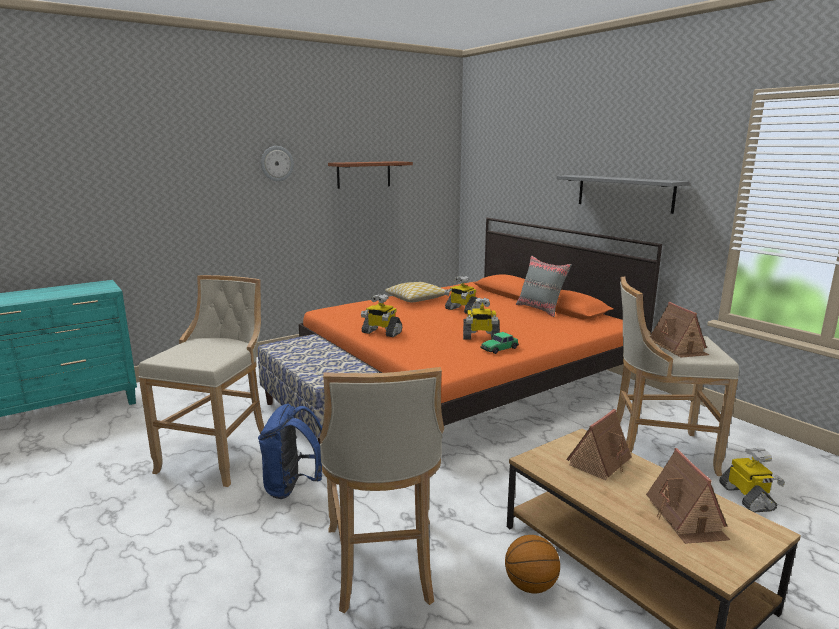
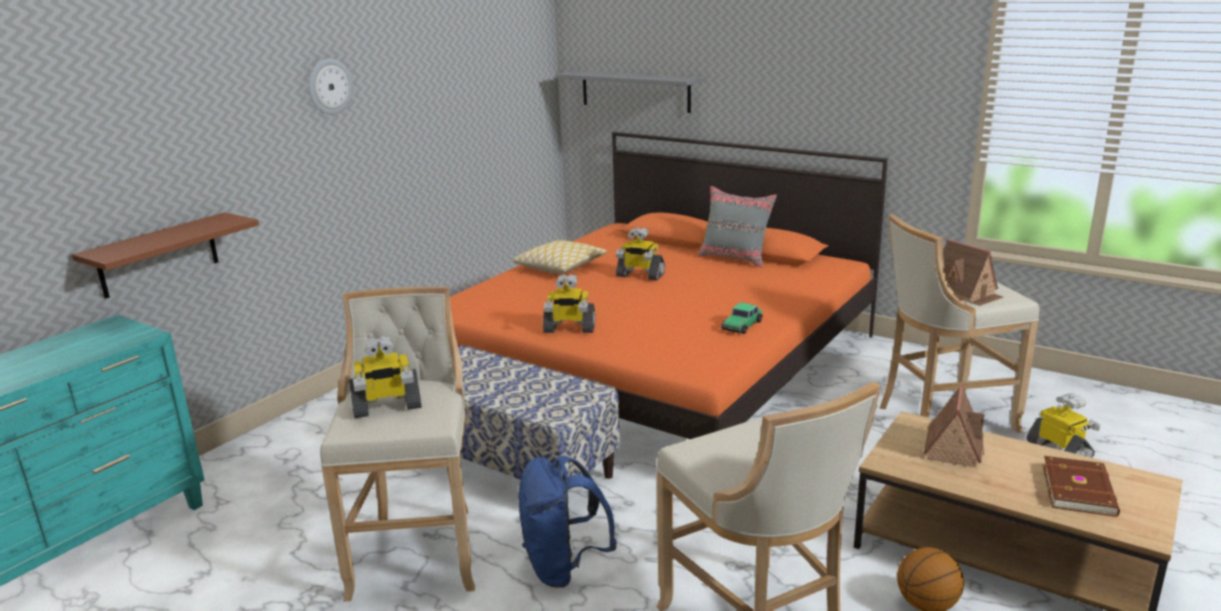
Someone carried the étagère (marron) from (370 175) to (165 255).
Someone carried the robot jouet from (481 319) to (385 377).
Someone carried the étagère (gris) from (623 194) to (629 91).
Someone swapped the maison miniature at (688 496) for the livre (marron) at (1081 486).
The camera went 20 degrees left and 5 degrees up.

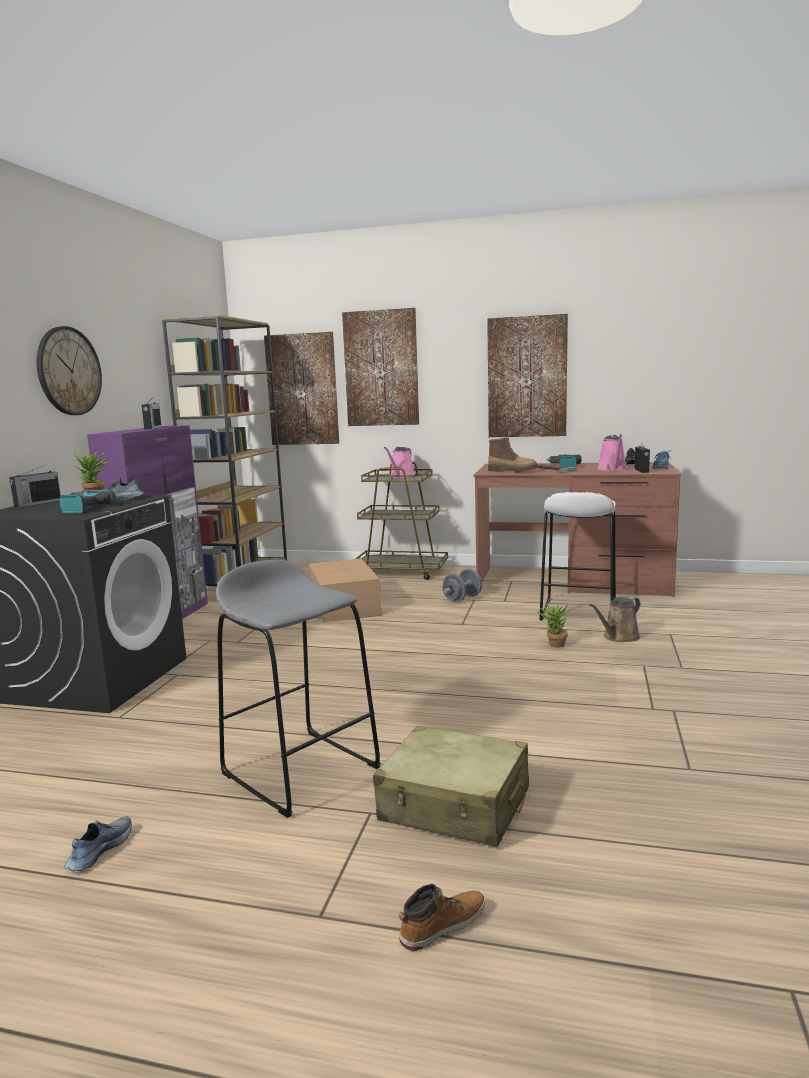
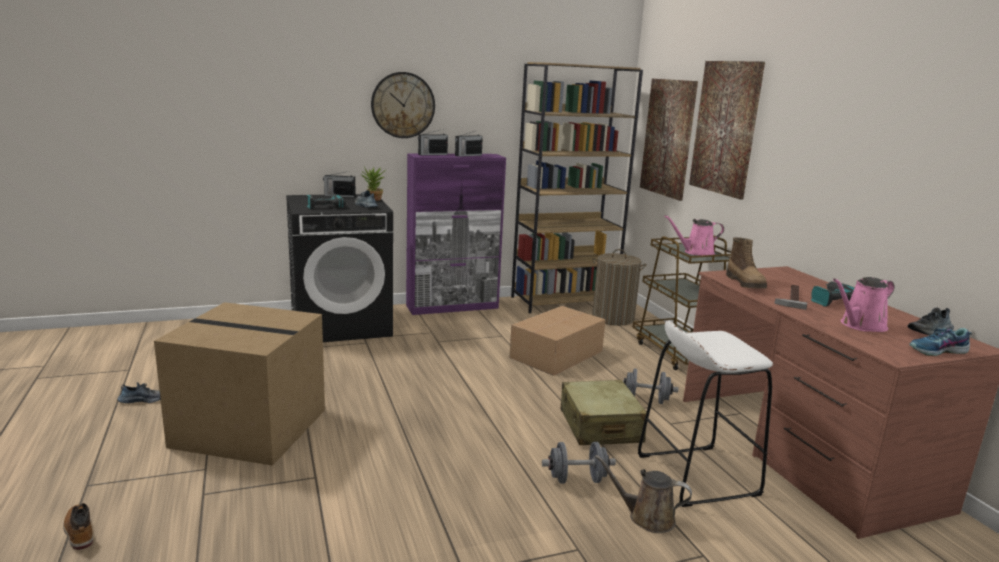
Someone swapped the tabouret (gris) at (298 689) for the carton at (239 384).
Someone carried the valise (beige) from (451 786) to (604 412).
Someone rotated the botte at (442 917) by 150 degrees counterclockwise.
Someone took away the tableau at (527 375).
Someone swapped the plante en pot at (553 624) for the haltère (gris) at (579 463).
Someone carried the radio from (642 457) to (433 142).
Someone put down the panier à linge at (619 287).
The camera went 55 degrees right and 5 degrees up.

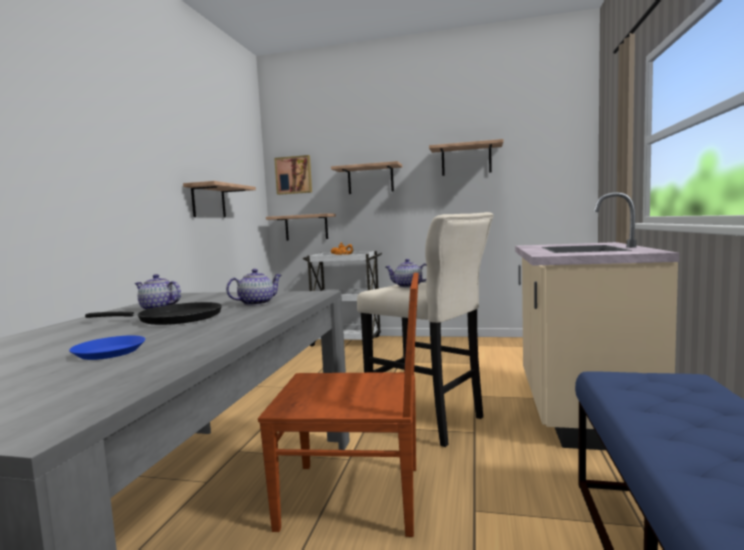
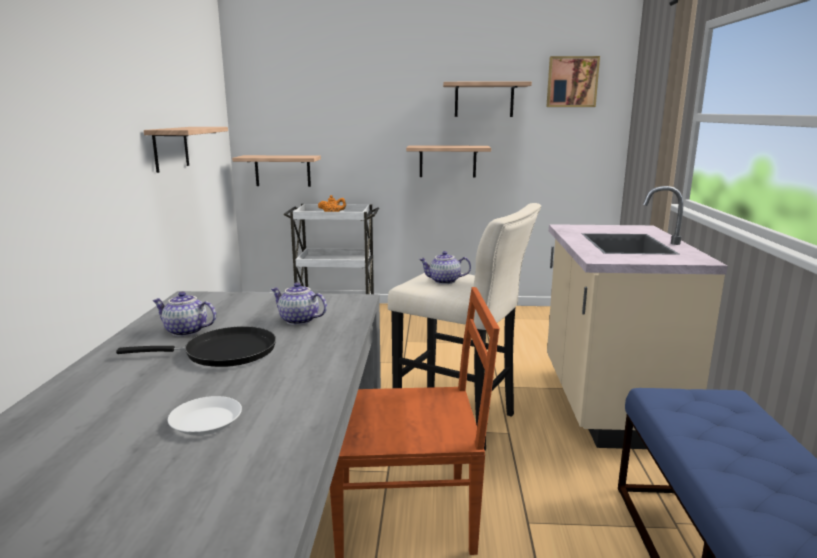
Someone repainted the assiette (bleu) at (107 347), which became the assiette (blanc) at (205 416).
Someone rotated the théière at (253 287) by 105 degrees counterclockwise.
Someone carried the tableau from (293 175) to (573 81).
Someone carried the étagère from (366 177) to (448 161).
The camera went 10 degrees left and 10 degrees up.

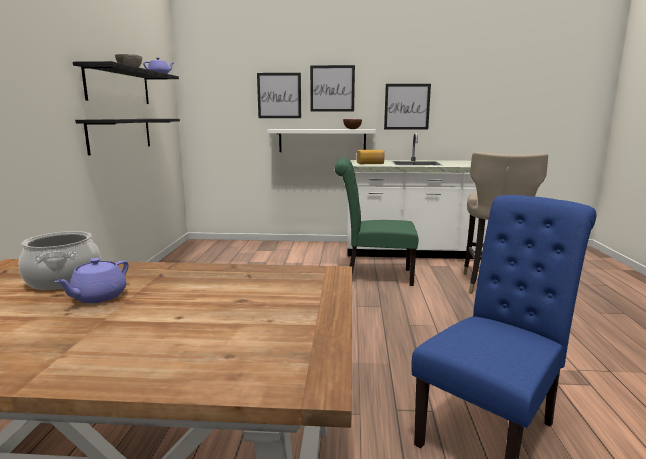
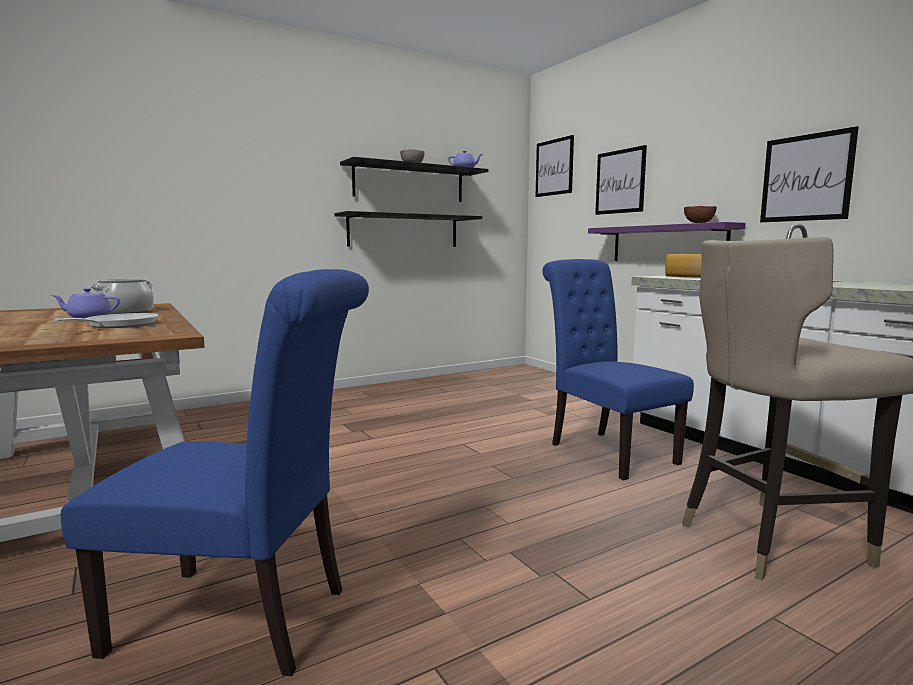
Someone repainted the étagère (blanc) at (321 140), which became the étagère (violet) at (667 241).
Someone carried the tableau from (332 88) to (555 166).
Someone repainted the chaise (vert) at (376 222), which became the chaise (bleu) at (618 369).
Someone put down the poêle at (106 320).
The camera went 55 degrees right and 5 degrees down.

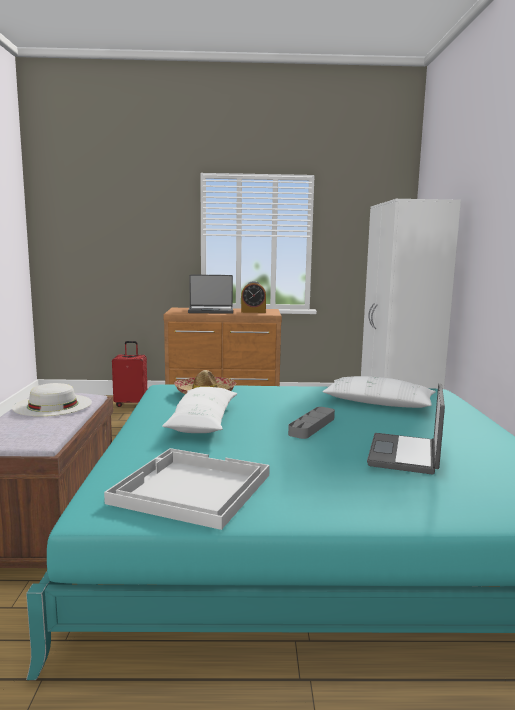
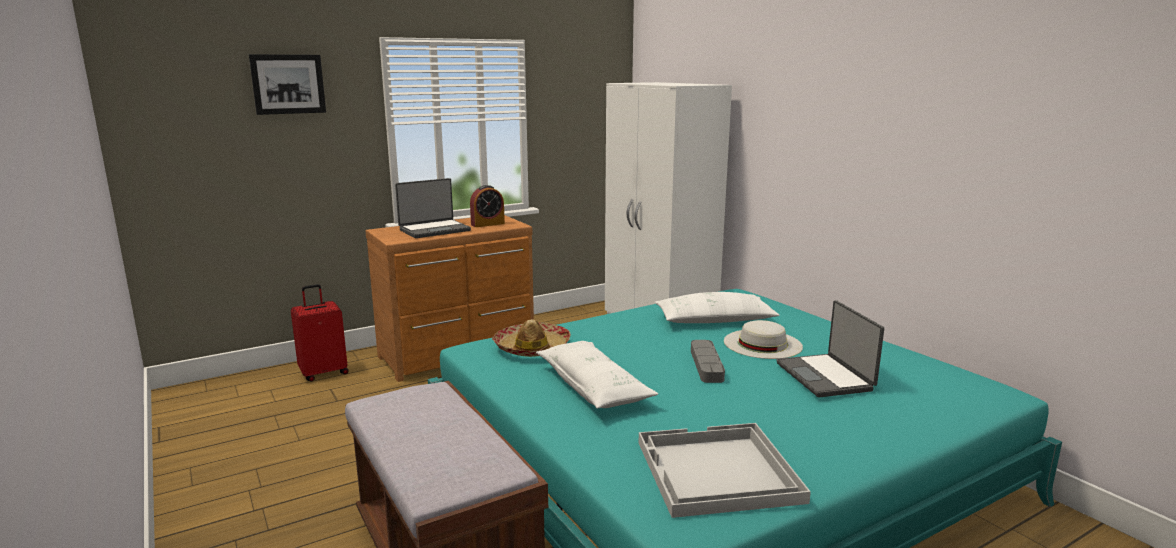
Someone carried the chapeau (blanc) from (52 399) to (763 339).
Someone put up the tableau at (287 84).
The camera went 30 degrees left and 5 degrees up.

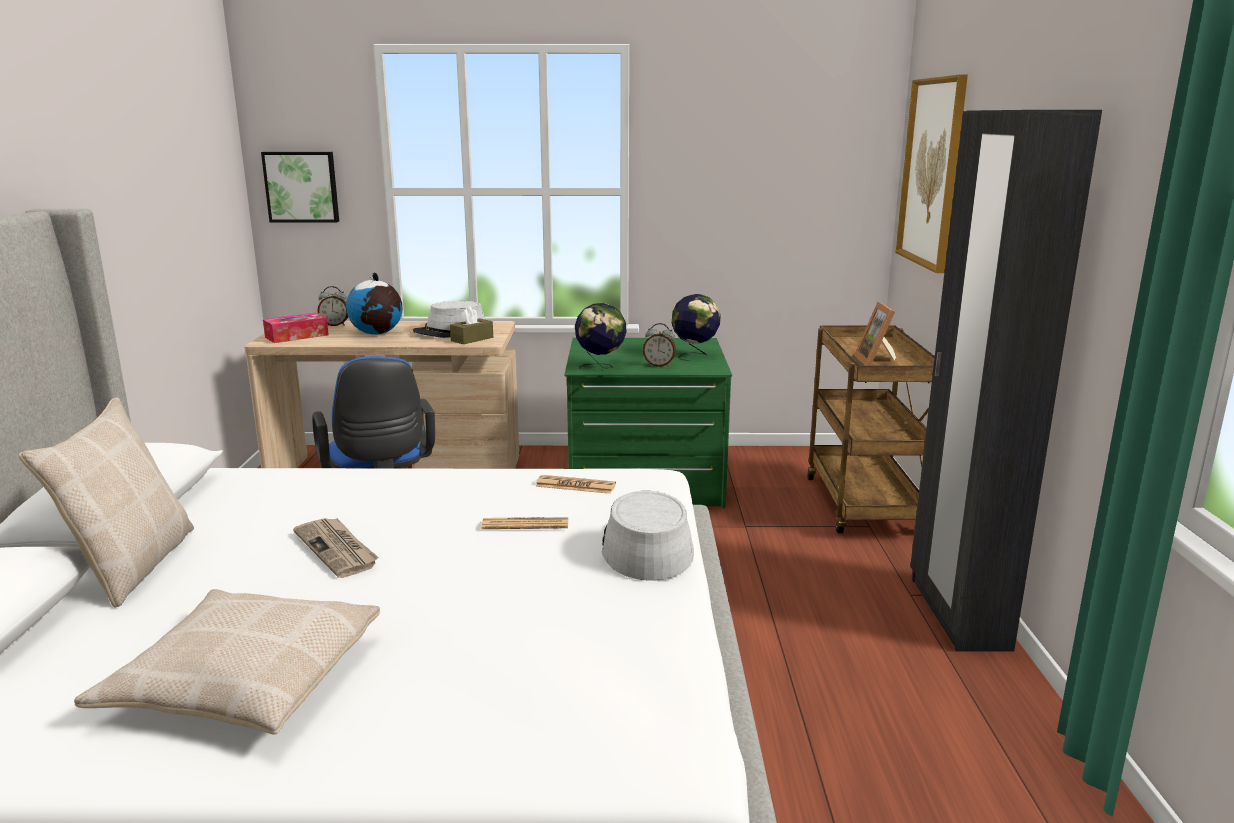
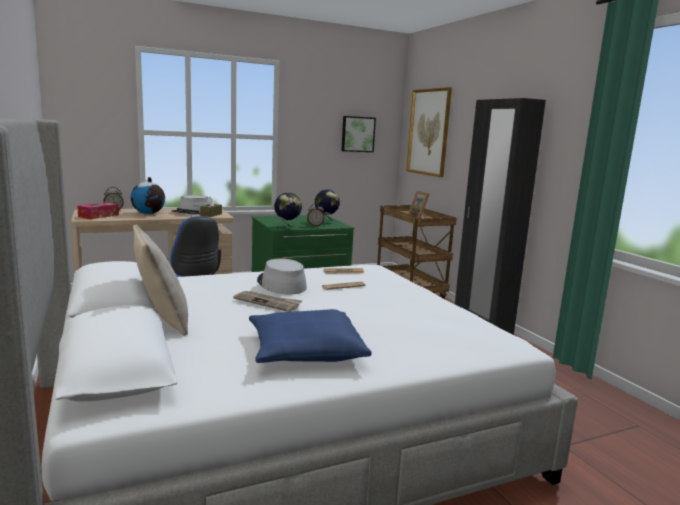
Someone repainted the coussin (beige) at (227 662), which became the coussin (bleu) at (310 336).
Someone carried the tableau from (300 187) to (359 134).
Someone carried the chapeau (gris) from (648 536) to (282 276).
The camera went 25 degrees left and 5 degrees down.

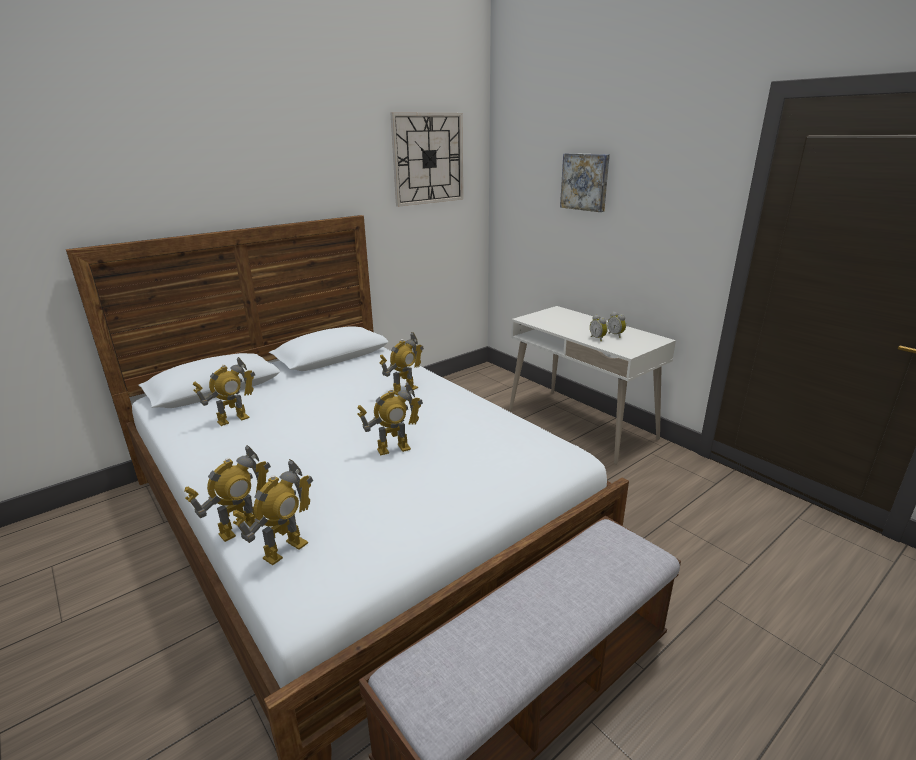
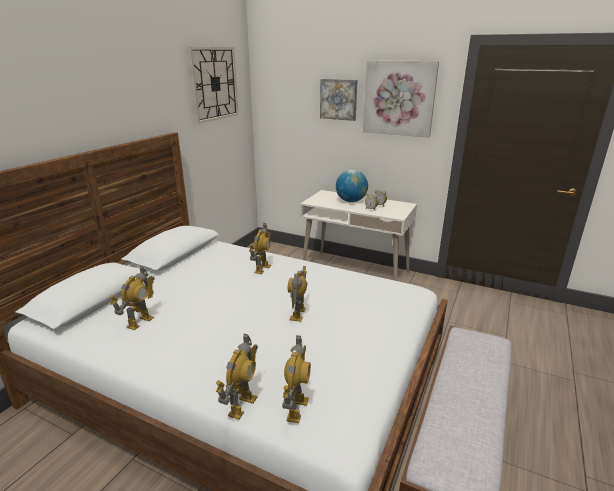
Someone rotated the robot jouet at (390 418) by 150 degrees clockwise.
Someone put down the globe at (352 186).
Someone put up the tableau at (401 98).
The camera went 25 degrees left and 0 degrees up.

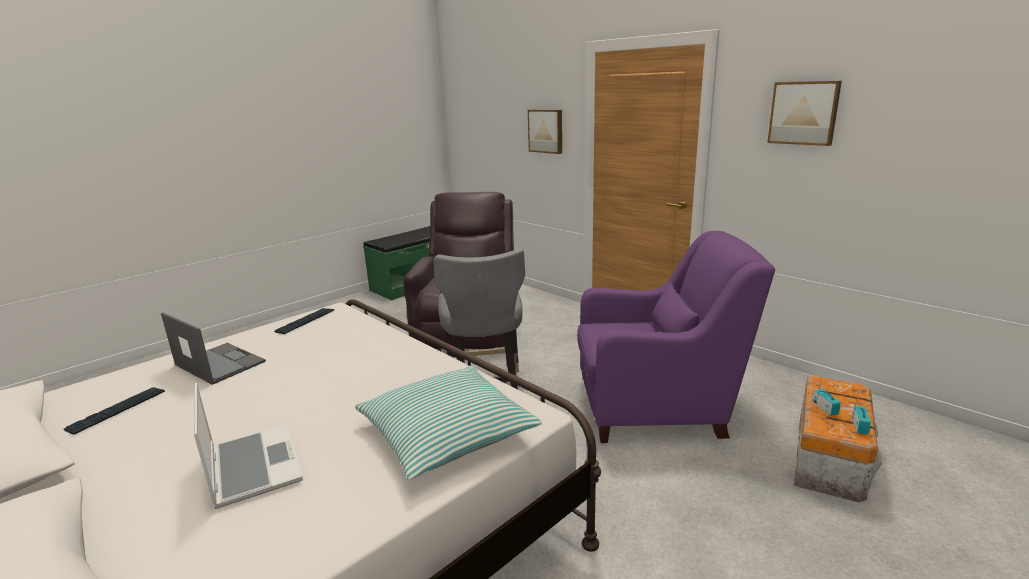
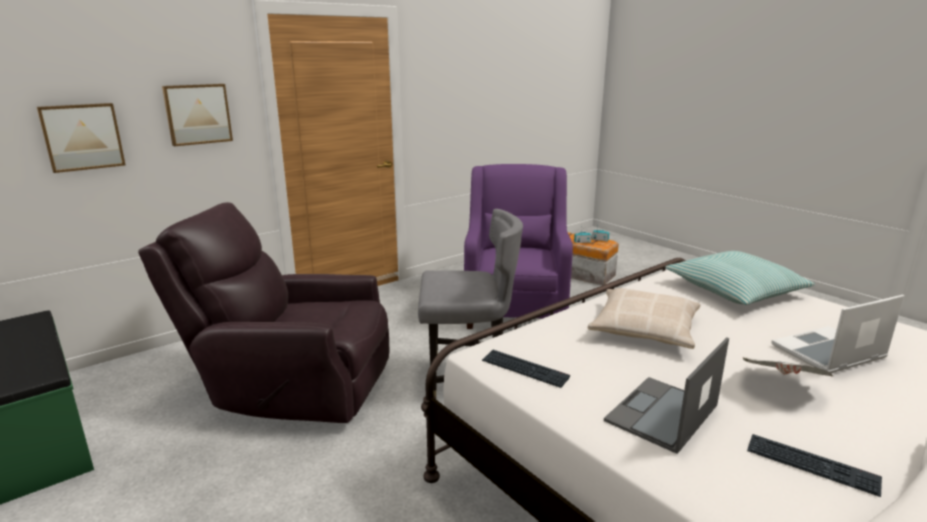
Someone carried the tableau from (804 113) to (81 138).
Someone put down the coussin (beige) at (644 318).
Someone put down the journal at (788 366).
The camera went 85 degrees left and 0 degrees up.

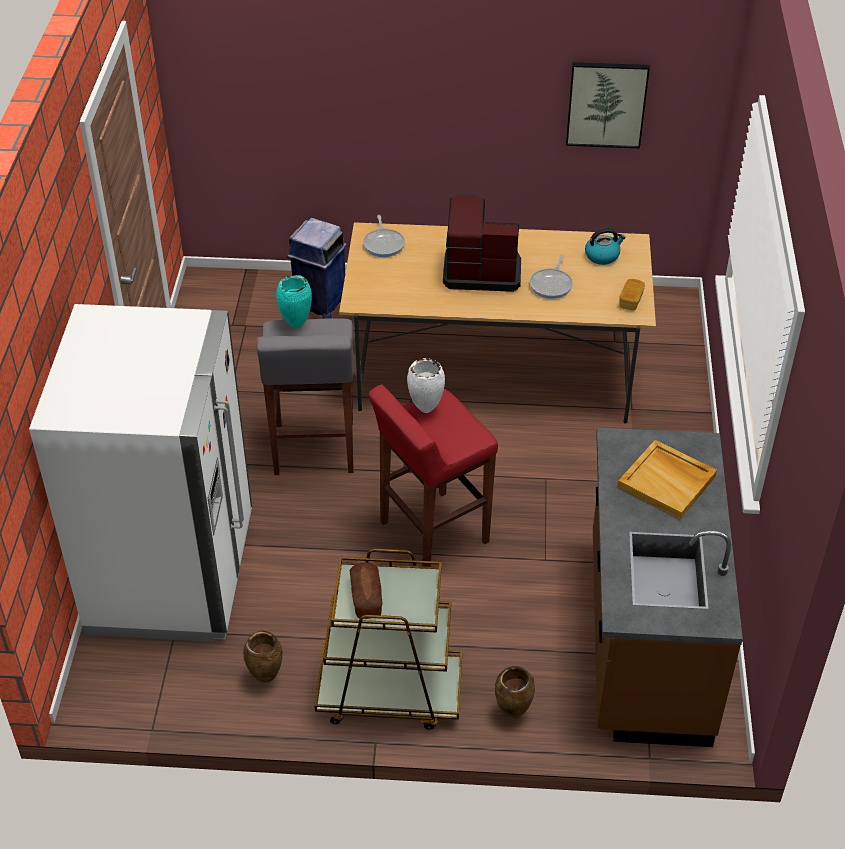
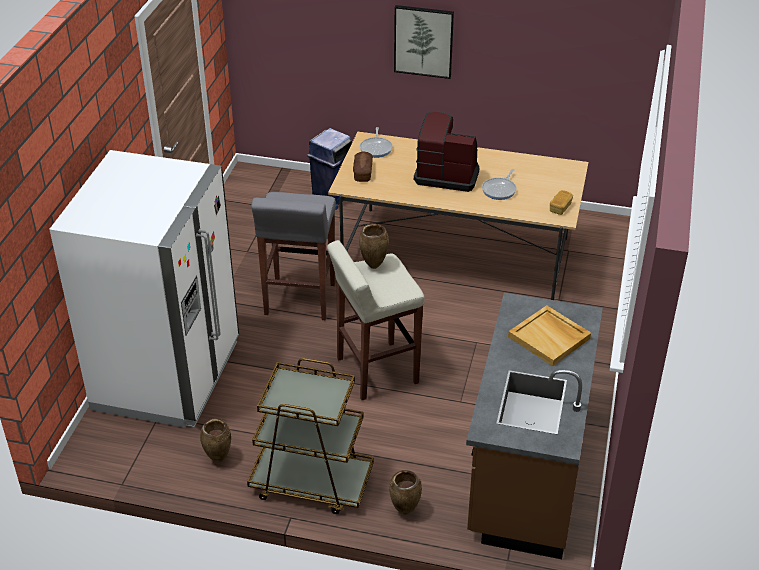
Someone took away the vase (turquoise) at (294 301).
Someone carried the pain from (365 590) to (363 167).
Someone repainted the tabouret (rouge) at (433 475), which became the tabouret (beige) at (376 320).
Someone repainted the vase (blanc) at (426 385), which became the vase (marron) at (374 246).
Someone carried the tableau from (608 105) to (424 42).
Someone took away the bouilloire at (605 246).
The camera went 10 degrees right and 5 degrees down.

